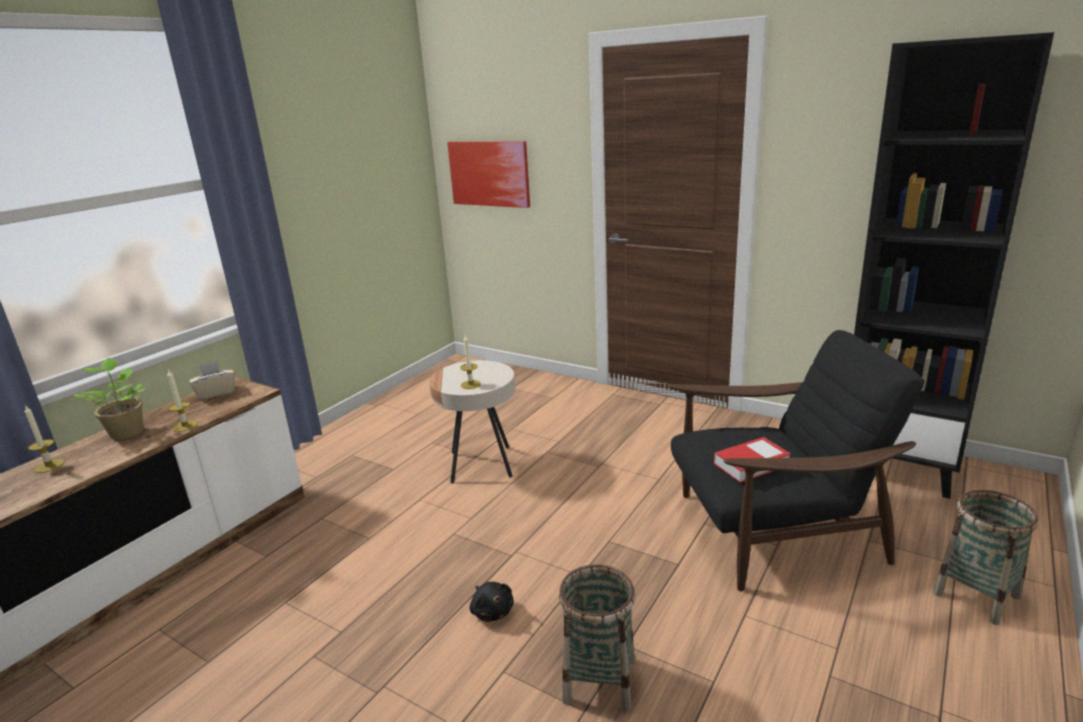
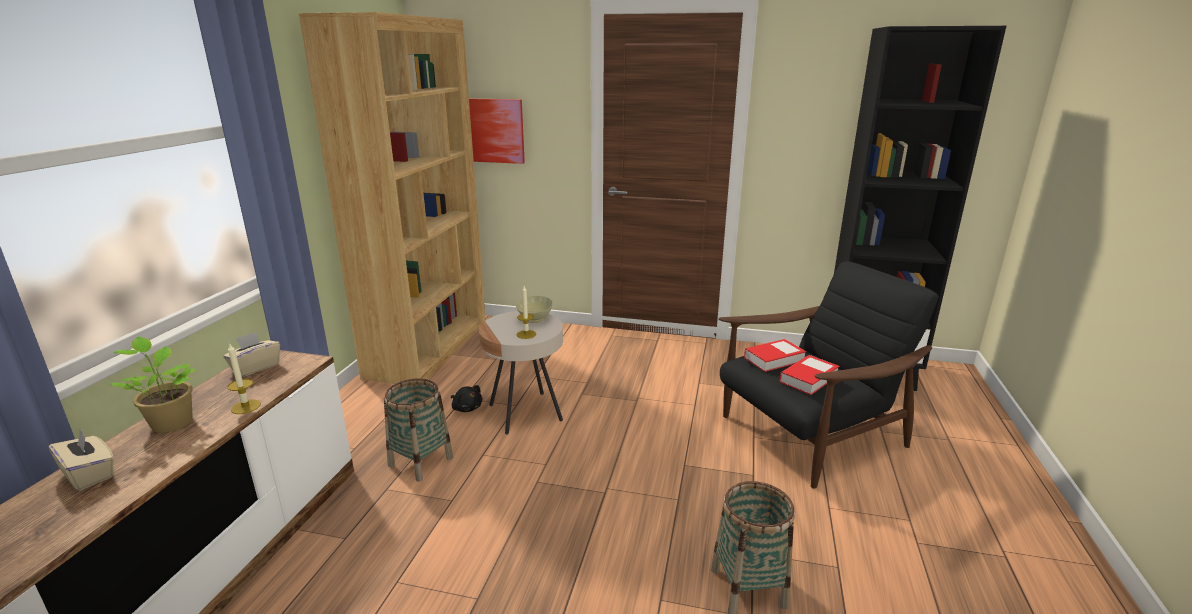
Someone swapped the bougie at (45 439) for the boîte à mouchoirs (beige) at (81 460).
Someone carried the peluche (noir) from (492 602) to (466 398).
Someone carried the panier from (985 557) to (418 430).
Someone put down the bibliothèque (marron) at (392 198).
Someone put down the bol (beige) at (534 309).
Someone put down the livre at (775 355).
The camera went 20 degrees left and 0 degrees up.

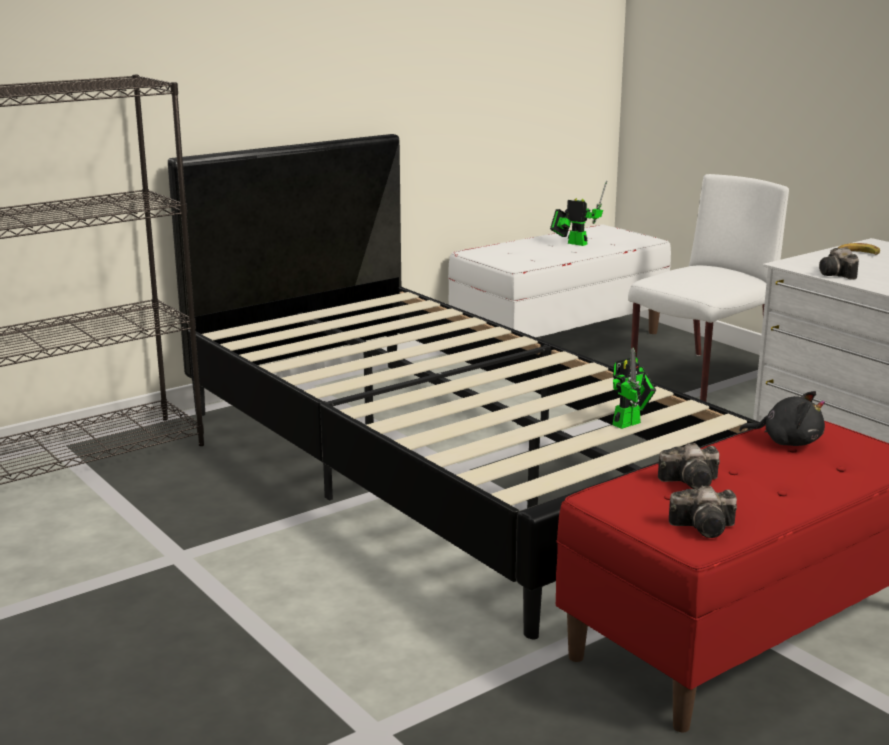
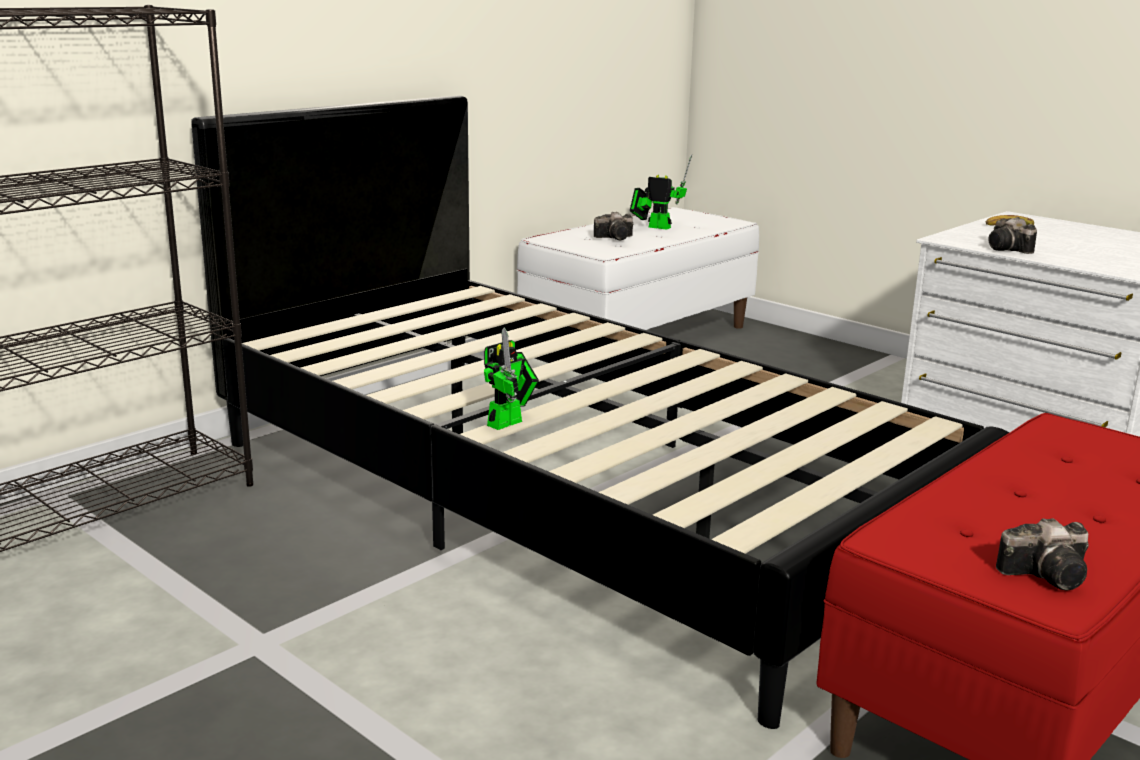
Someone carried the robot jouet from (634 388) to (511 378).
Someone took away the chaise (blanc) at (708 288).
Someone carried the appareil photo from (689 466) to (613 226).
Someone took away the peluche (noir) at (782 418).
The camera went 10 degrees left and 0 degrees up.

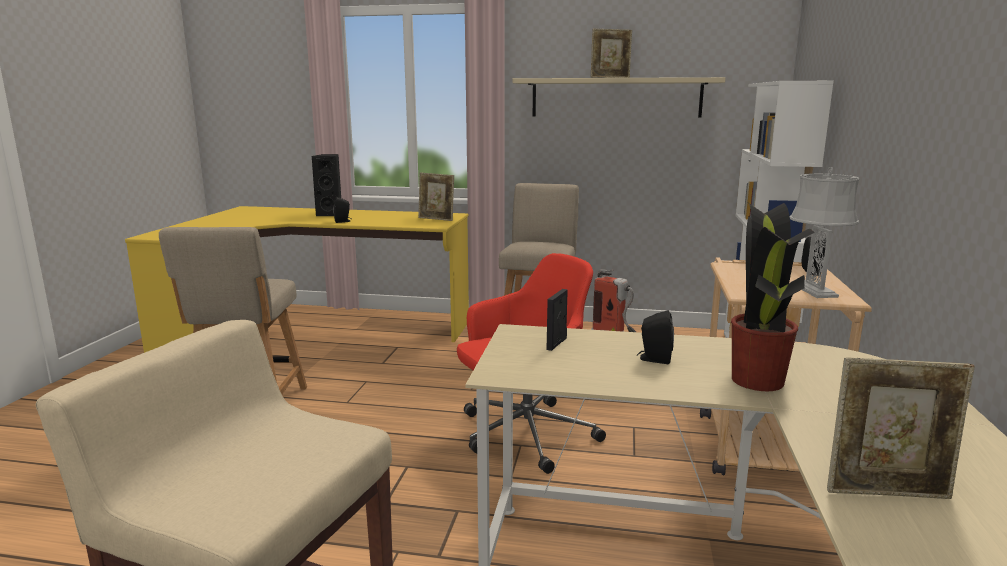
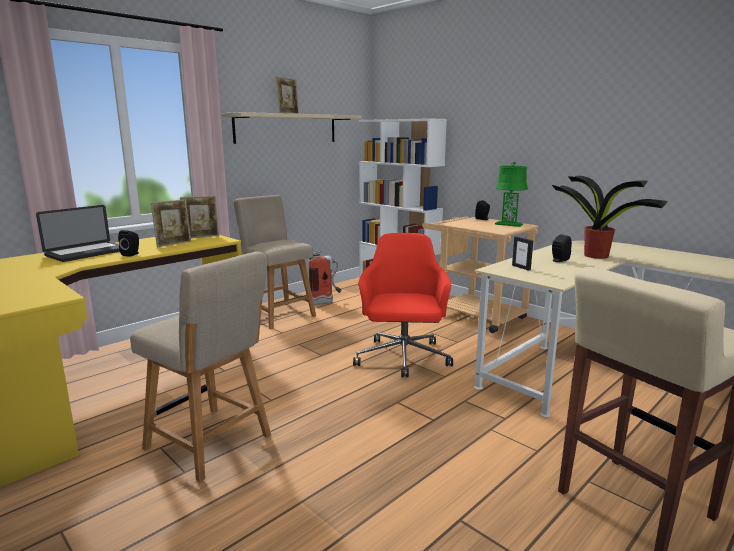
Someone swapped the enceinte (noir) at (326 185) for the ordinateur portable at (78 233).
Someone repainted the lampe de table (gris) at (825 232), which became the lampe de table (vert) at (511 194).
Someone carried the cadre photo from (901 428) to (171 223).
The camera went 55 degrees left and 0 degrees up.

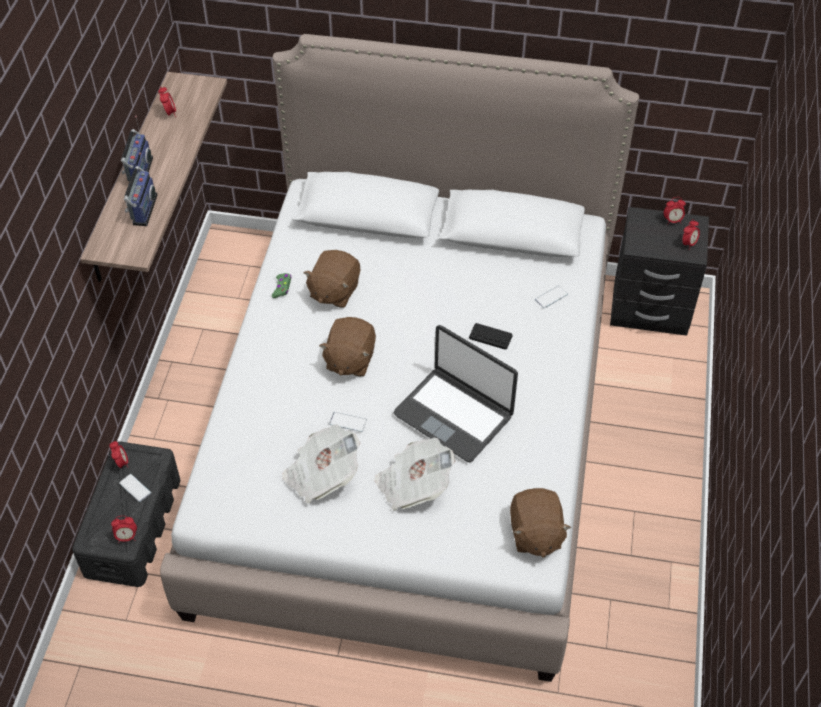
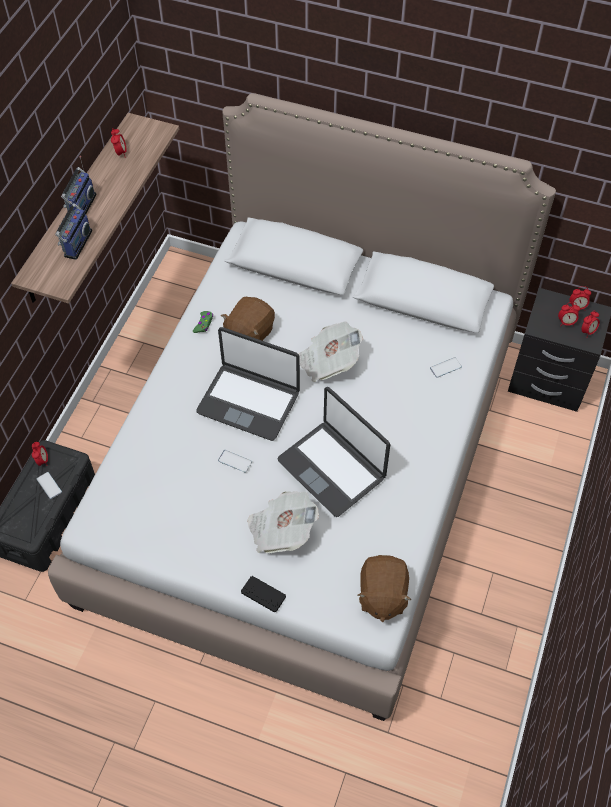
Someone carried the réveil from (124 529) to (569 314).
Someone carried the journal from (321 463) to (331 351).
Someone swapped the peluche (marron) at (347 347) for the ordinateur portable at (248 384).
Someone carried the manette (noir) from (491 336) to (263 594).
The camera went 10 degrees right and 5 degrees up.

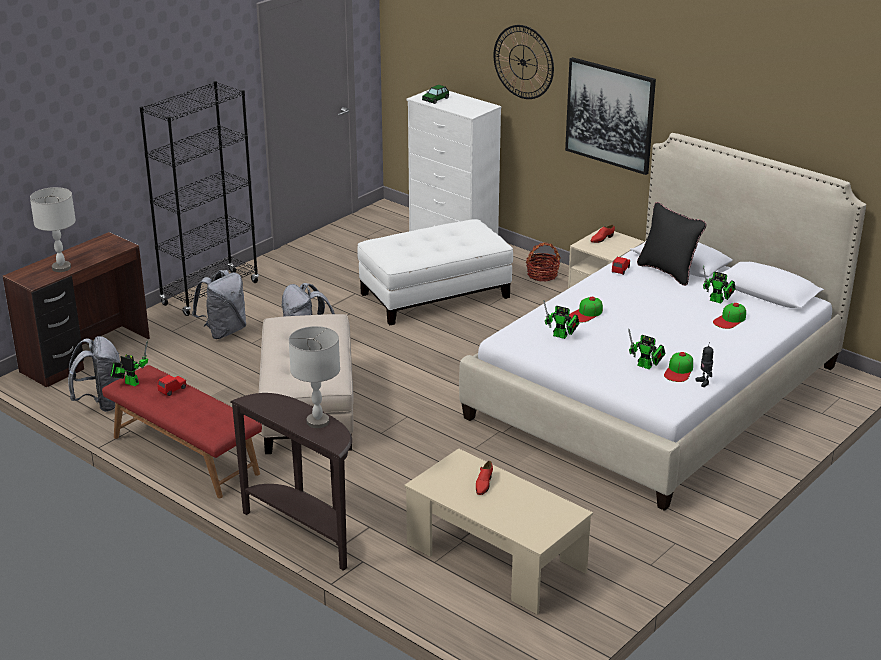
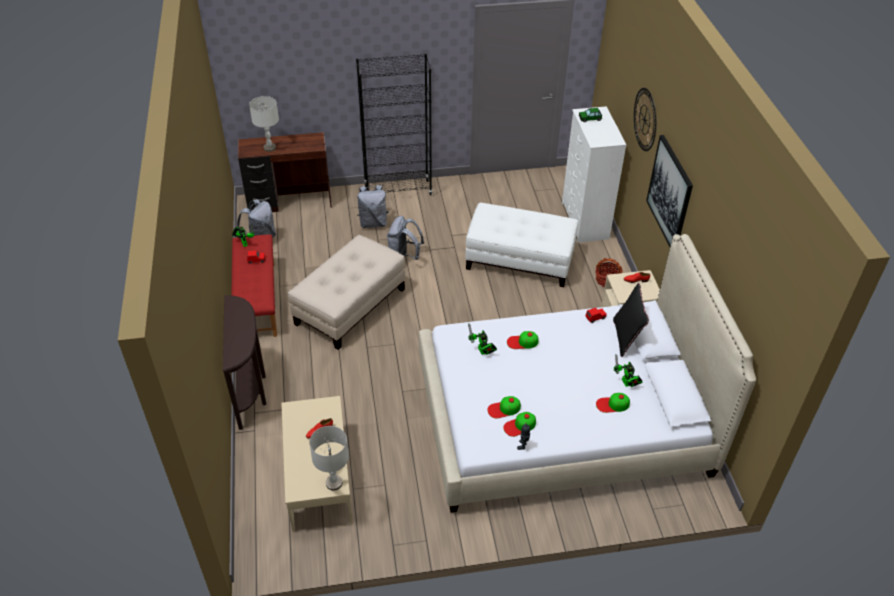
Someone carried the lampe de table (gris) from (314 377) to (329 458).
Someone swapped the robot jouet at (646 349) for the casquette at (504 407).
The camera went 40 degrees right and 15 degrees up.

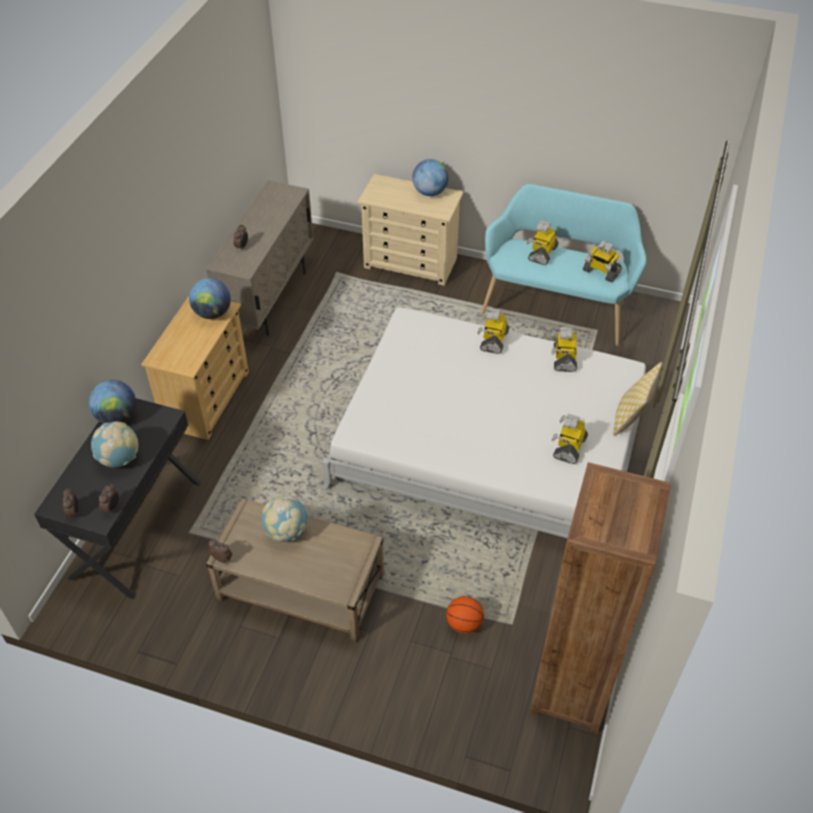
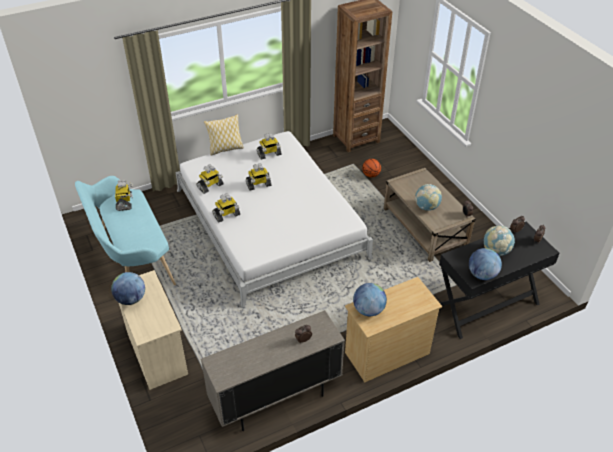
Someone carried the robot jouet from (543 243) to (258 177).
The camera went 135 degrees left and 5 degrees down.

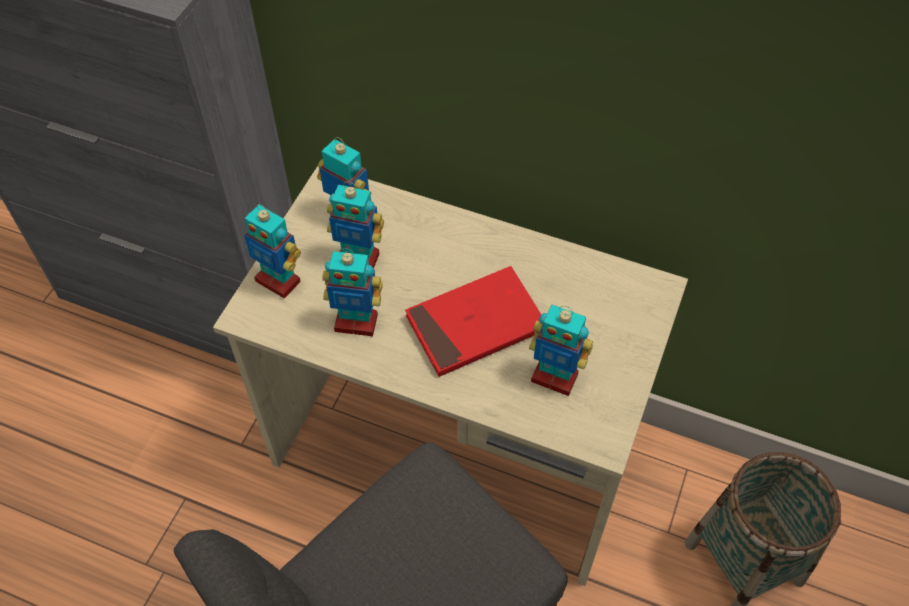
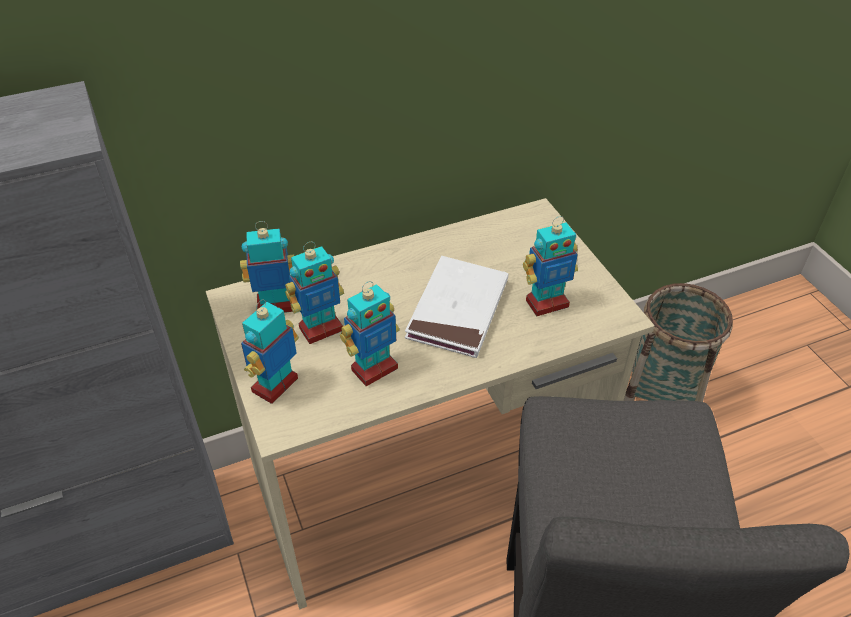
Someone rotated the robot jouet at (272 251) by 135 degrees clockwise.
Someone repainted the livre (rouge) at (473 321), which became the livre (blanc) at (457 307).
The camera went 45 degrees left and 10 degrees down.

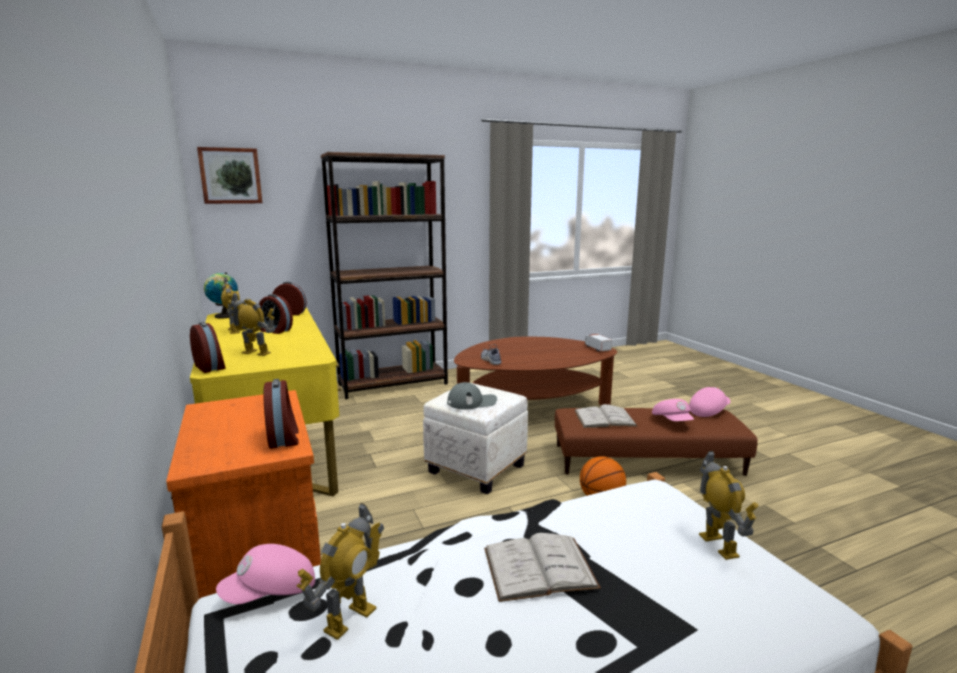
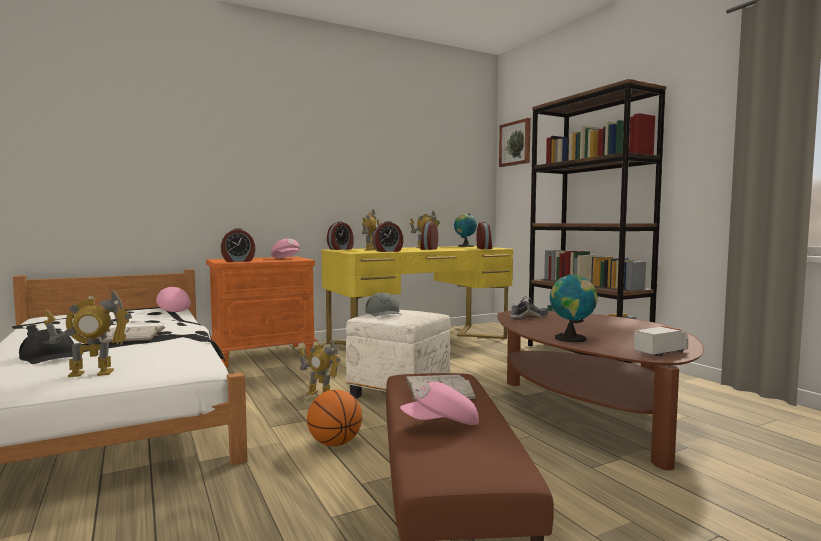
Someone carried the robot jouet from (340 571) to (319 367).
Someone carried the casquette (rose) from (710 402) to (286 248).
Someone put down the casquette (noir) at (46 346).
Someone put down the réveil at (388 236).
Someone put down the globe at (574 308).
The camera went 85 degrees right and 10 degrees down.

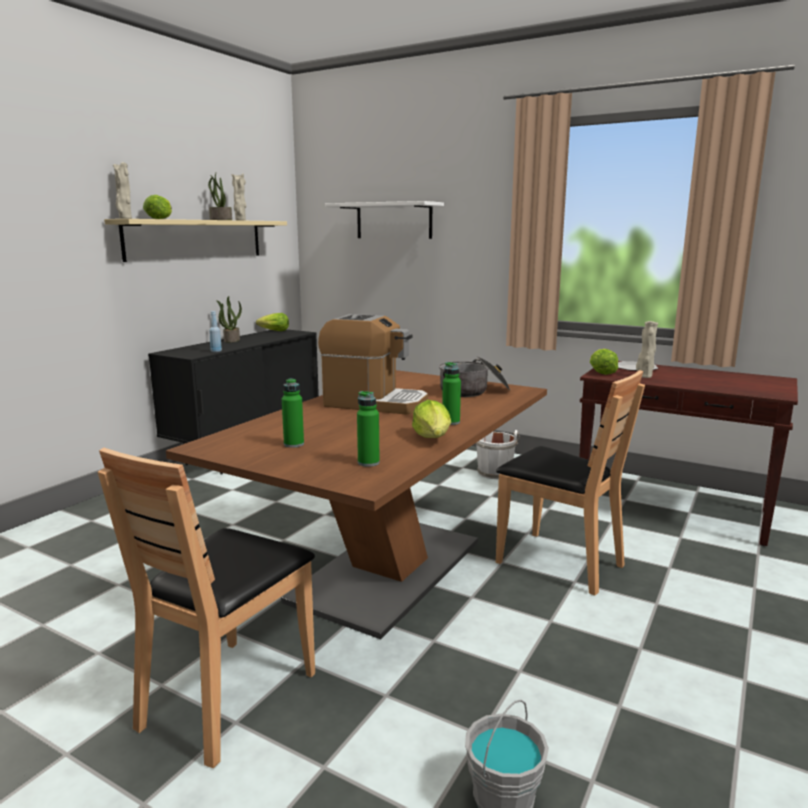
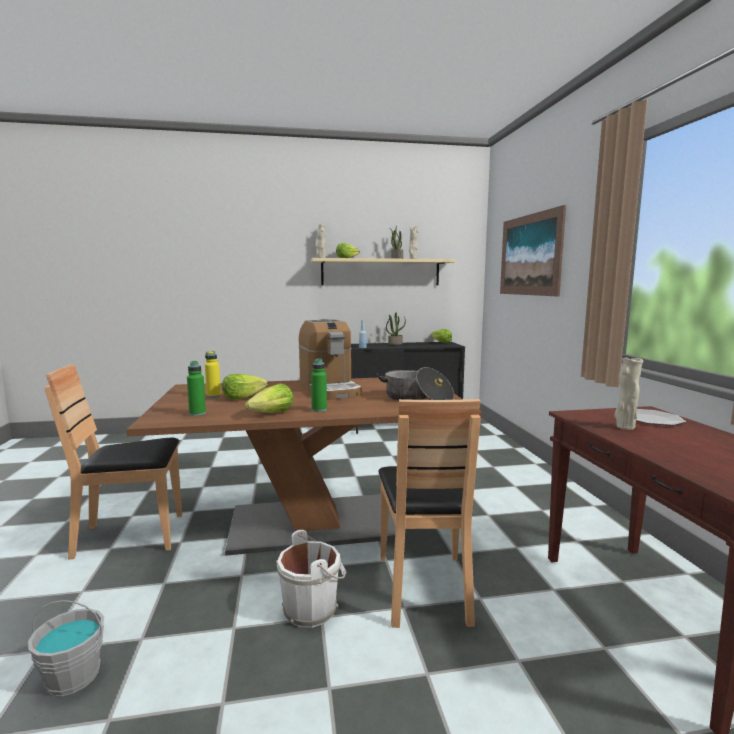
Someone repainted the bouteille (vert) at (293 413), which became the bouteille (jaune) at (213 374).
Someone swapped the étagère (blanc) at (384 220) for the tableau at (533 250).
Someone carried the seau (blanc) from (498 454) to (311 579).
Someone carried the laitue from (604 362) to (244 387).
The camera went 50 degrees right and 5 degrees down.

